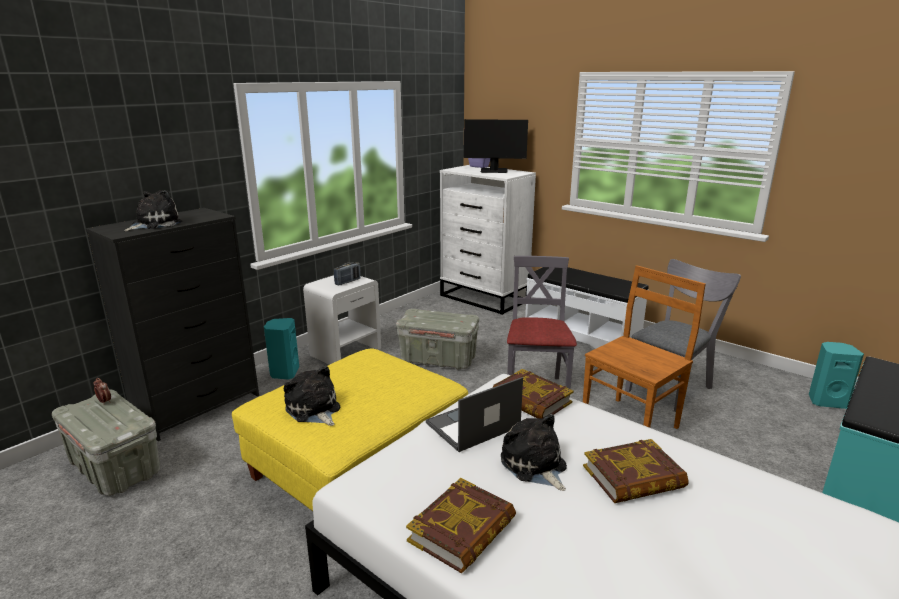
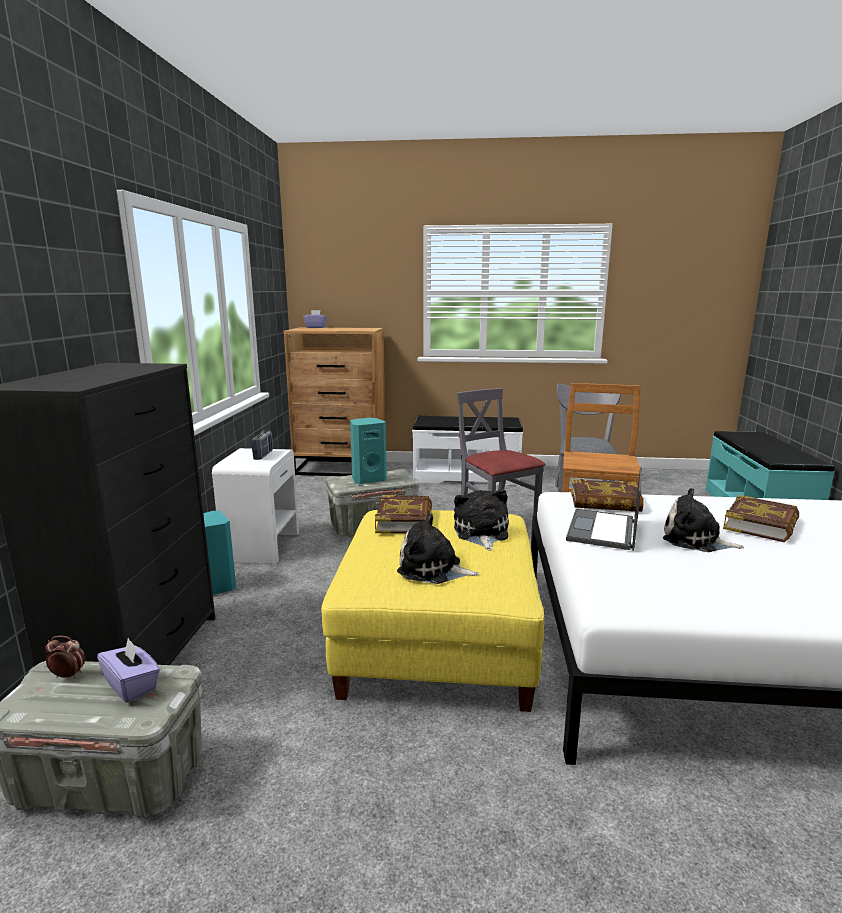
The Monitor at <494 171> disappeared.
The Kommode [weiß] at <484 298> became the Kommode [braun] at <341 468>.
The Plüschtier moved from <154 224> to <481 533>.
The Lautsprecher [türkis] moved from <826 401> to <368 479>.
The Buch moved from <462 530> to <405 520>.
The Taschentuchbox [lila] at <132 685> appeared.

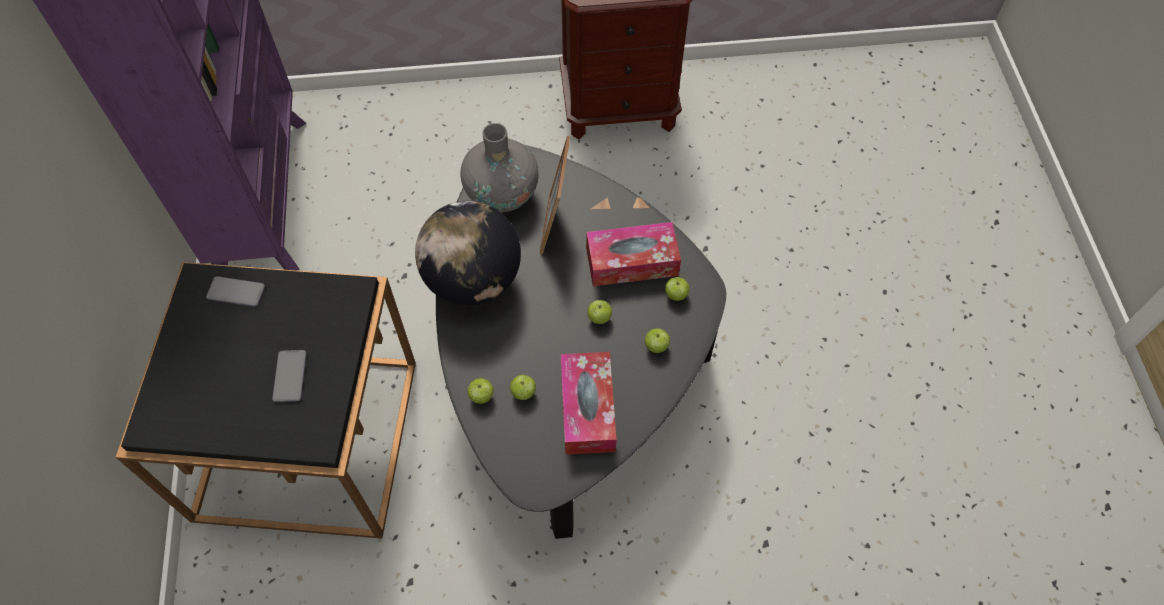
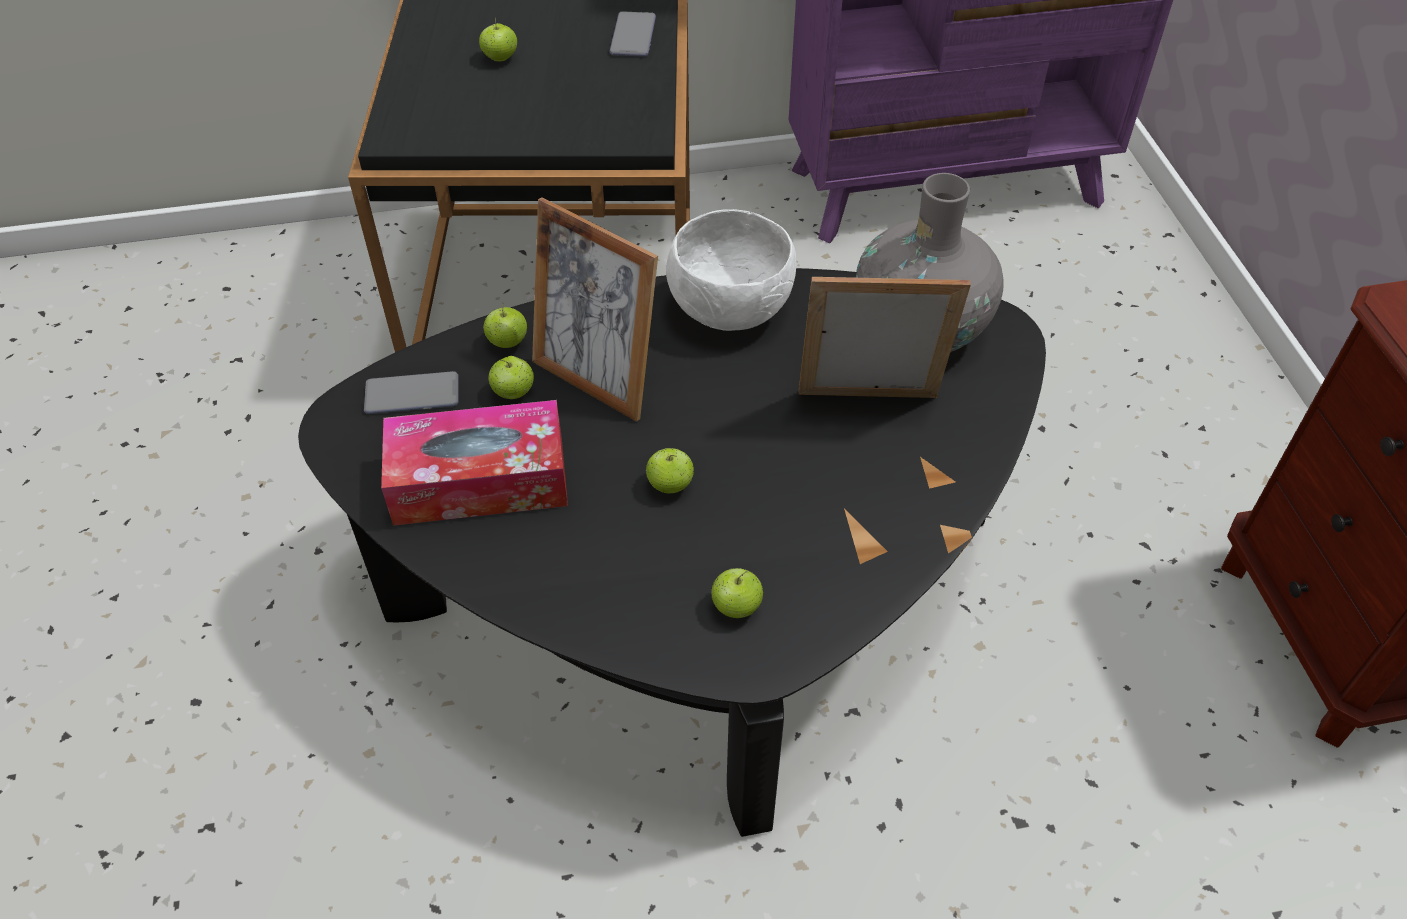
The Globus at <473 280> was replaced by the Schüssel [weiß] at <729 311>.
The Taschentuchbox at <632 262> disappeared.
The Apfel moved from <656 346> to <500 59>.
The Handy moved from <290 376> to <412 394>.
The Bilderrahmen at <596 379> appeared.

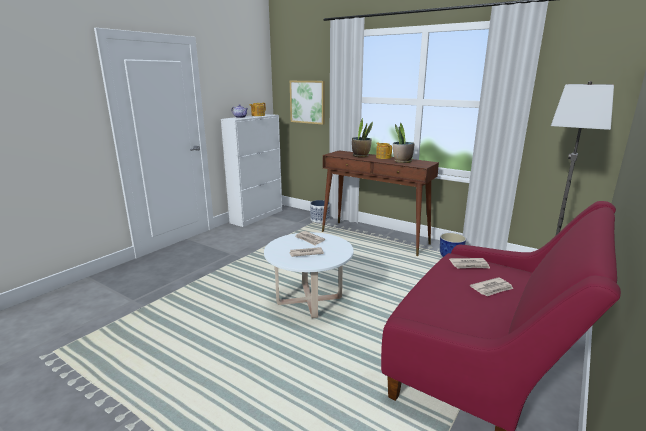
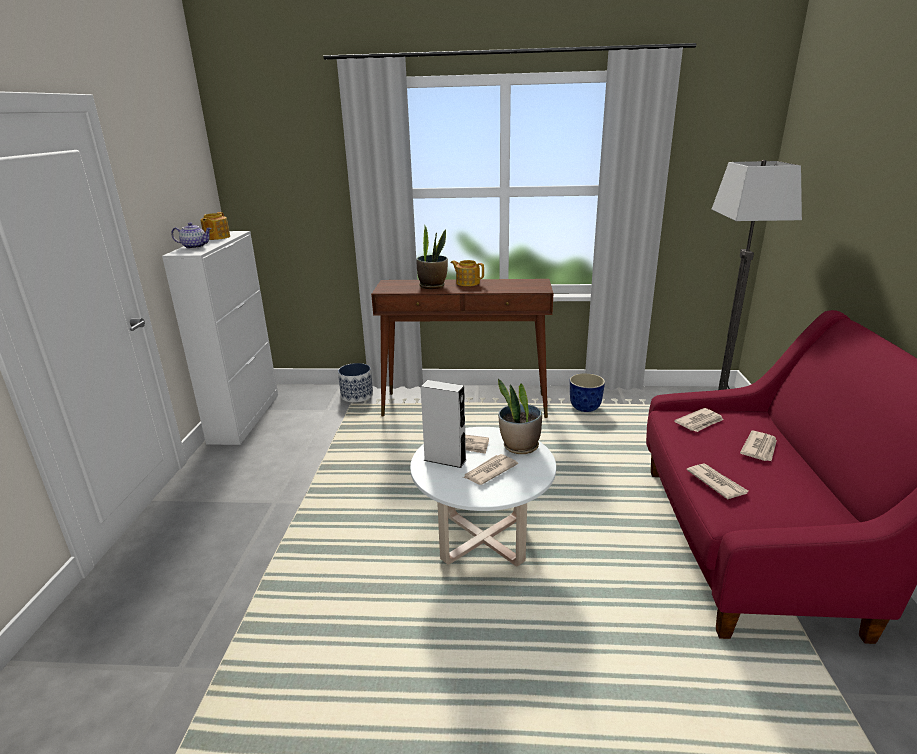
The Bild at <307 102> disappeared.
The Topfpflanze moved from <402 161> to <519 446>.
The Lautsprecher [grau] at <445 460> appeared.
The Zeitung at <716 482> appeared.

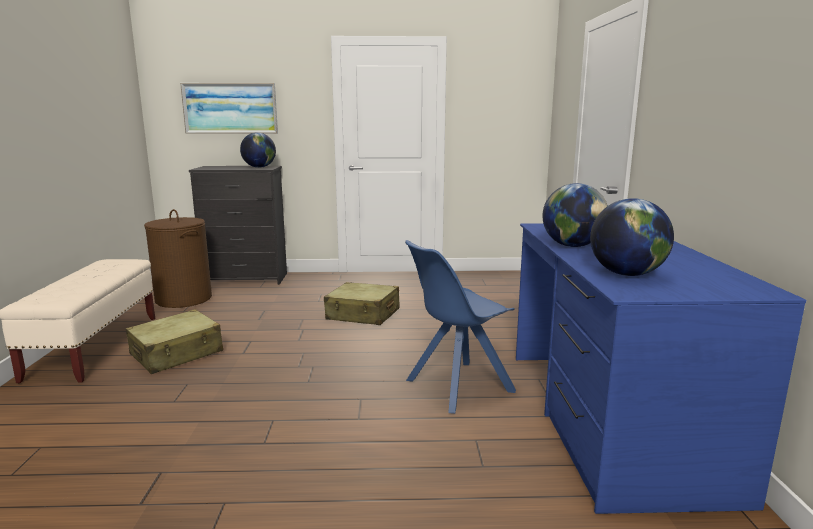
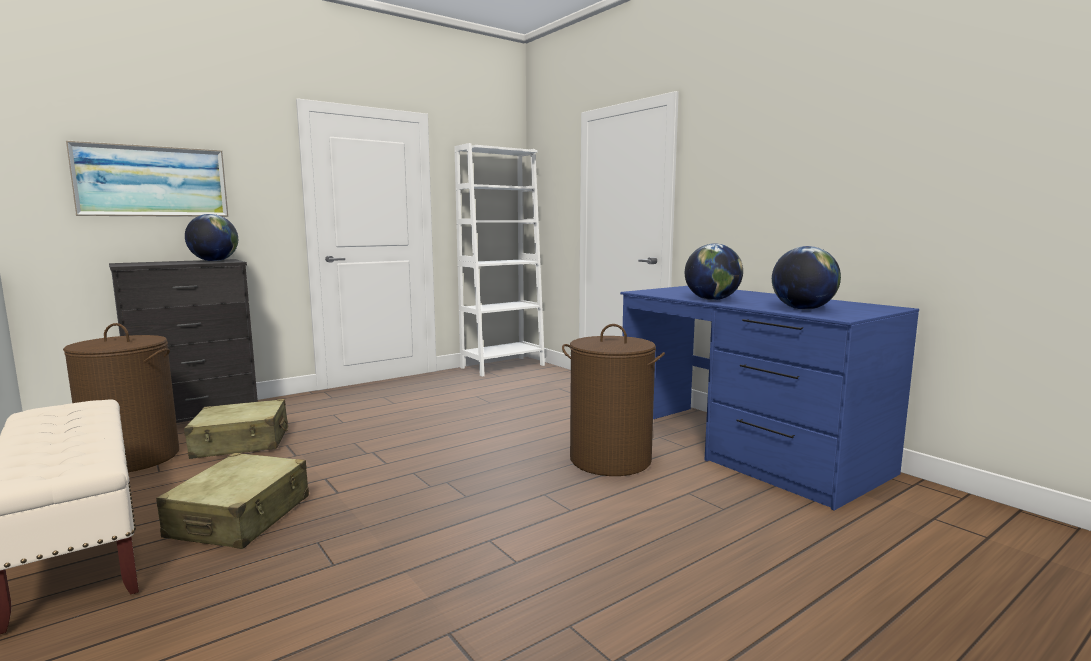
The Stuhl [blau] at <456 386> was replaced by the Wäschekorb [braun] at <610 460>.
The Koffer [beige] moved from <363 314> to <241 443>.
The Bücherregal [weiß] at <502 366> appeared.

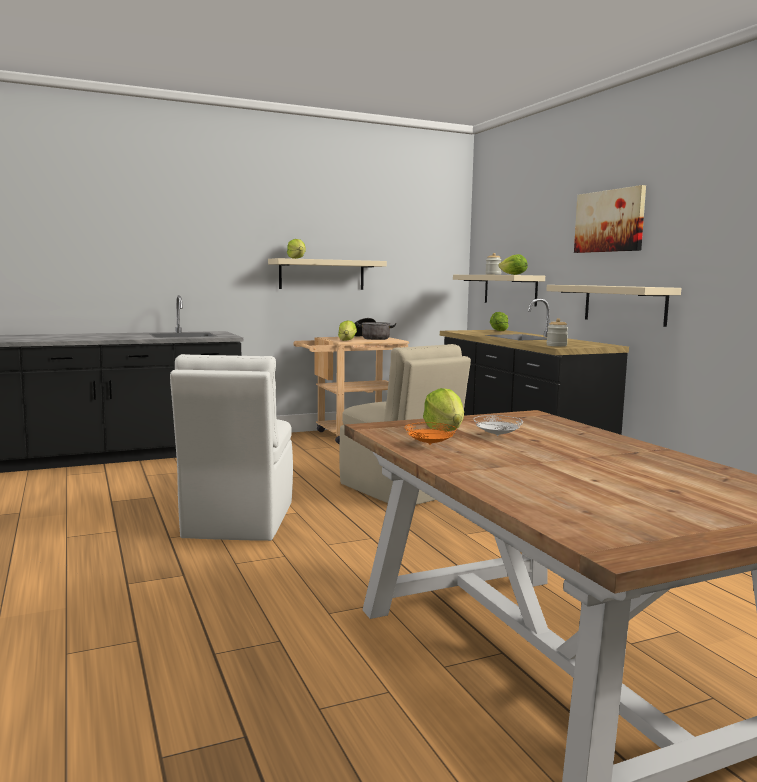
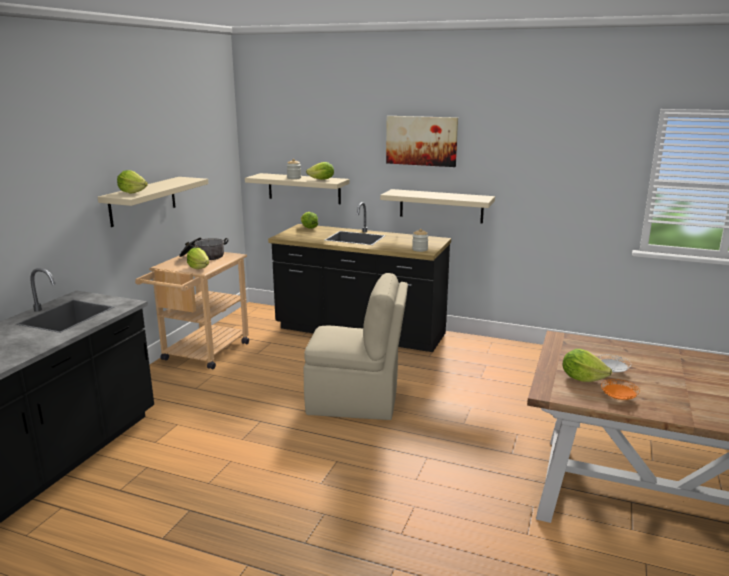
The Stuhl [weiß] at <238 521> disappeared.

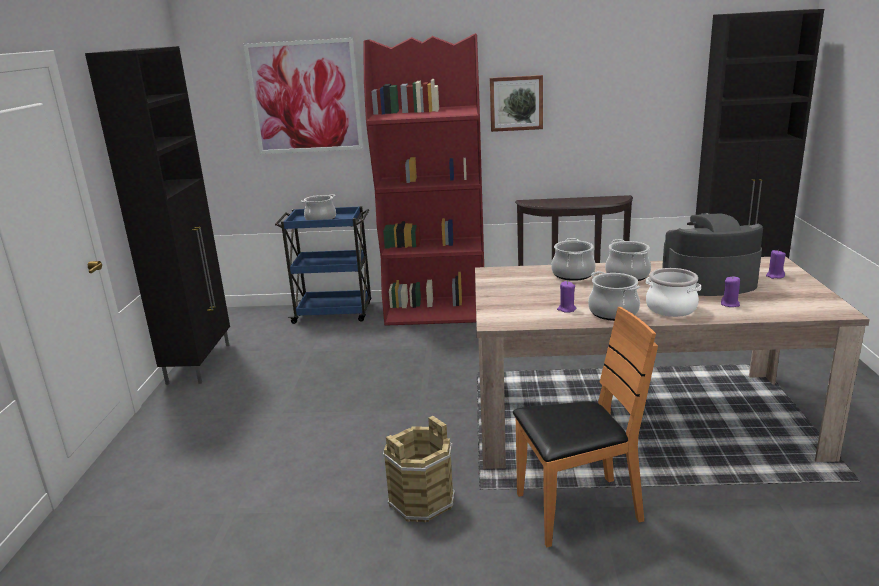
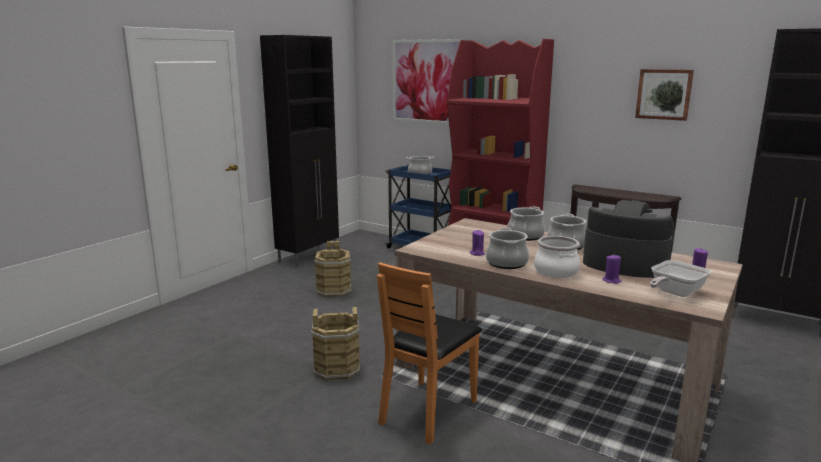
The Bild moved from <516 103> to <664 94>.
The Stuhl [orange] at <577 509> turned 105 degrees clockwise.
The Eimer [braun] at <334 290> appeared.
The Pfanne at <674 293> appeared.

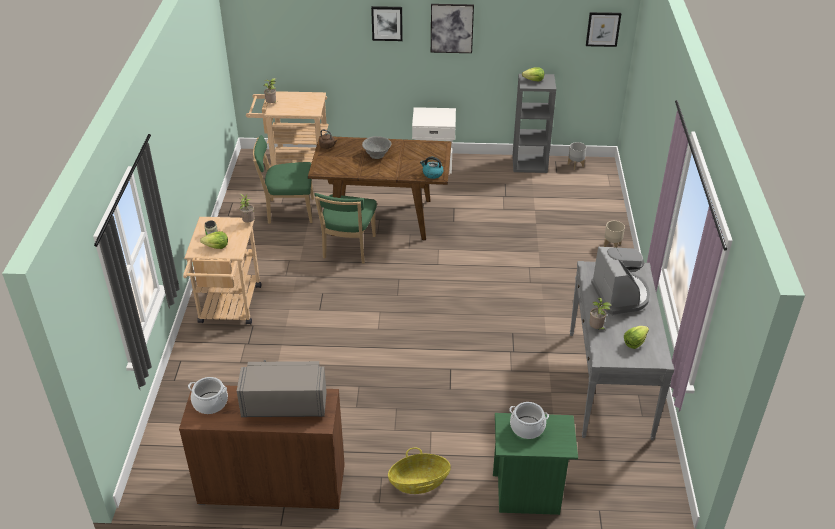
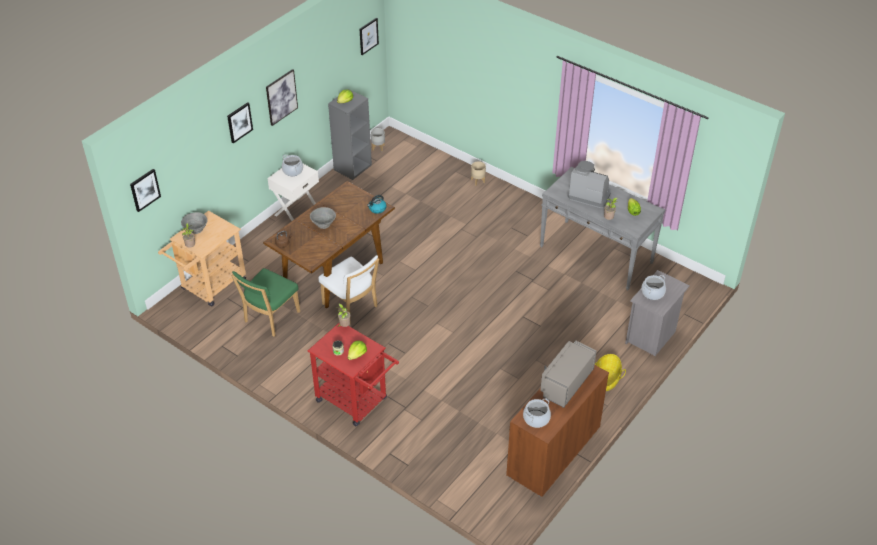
The Stuhl [grün] at <348 249> became the Stuhl [weiß] at <352 306>.
The Rollwagen [beige] at <229 309> became the Rollwagen [rot] at <356 402>.
The Nachttisch [grün] at <527 494> became the Nachttisch [grau] at <651 337>.
The Kochtopf at <293 171> appeared.
The Bild at <145 189> appeared.
The Schüssel [grau] at <196 229> appeared.

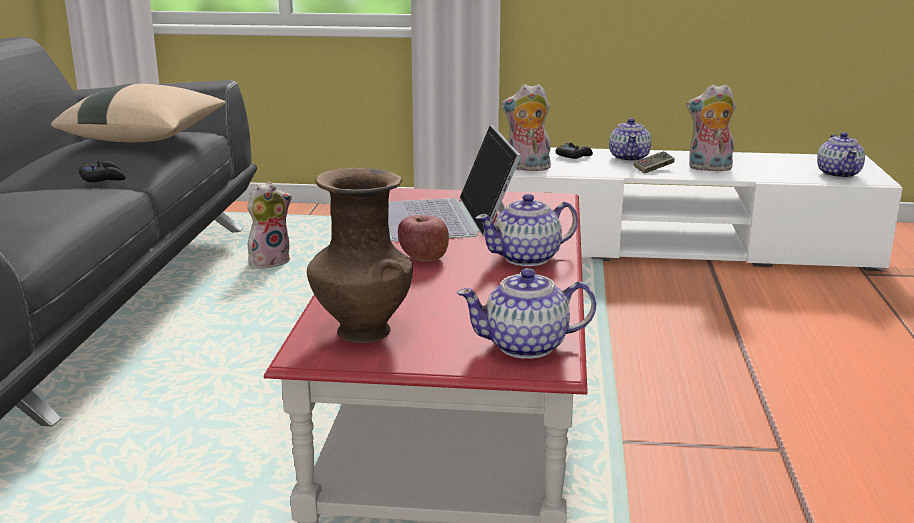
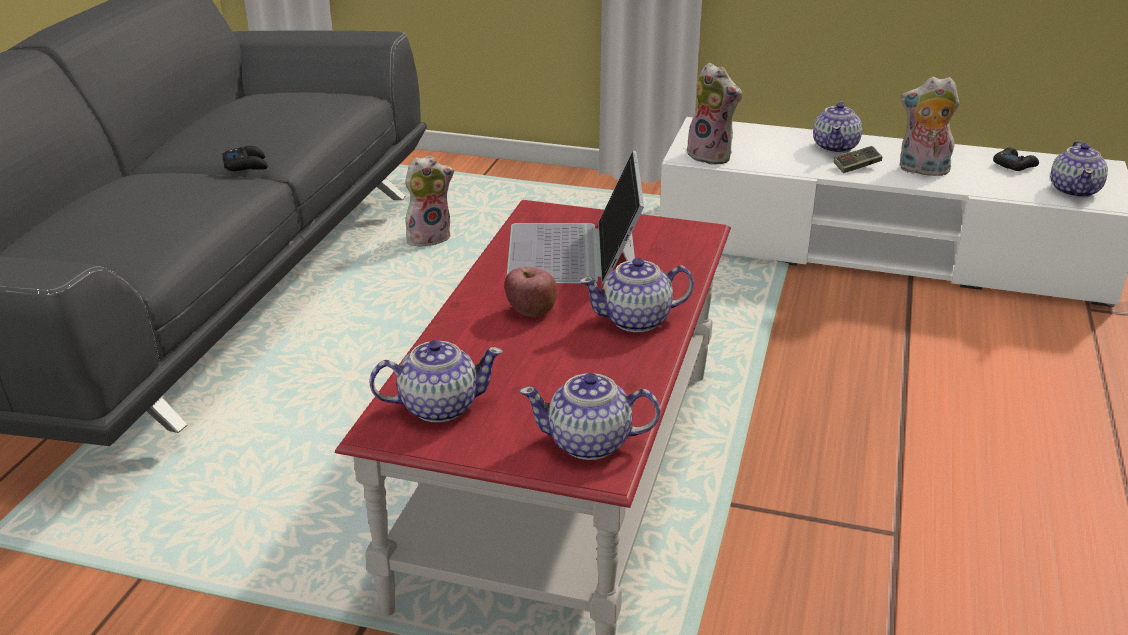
The Kissen [beige] at <146 139> disappeared.
The Plüschtier at <527 168> turned 150 degrees counterclockwise.
The Gamepad [schwarz] moved from <573 156> to <1014 165>.
The Vase [braun] at <361 331> was replaced by the Teekanne at <438 406>.

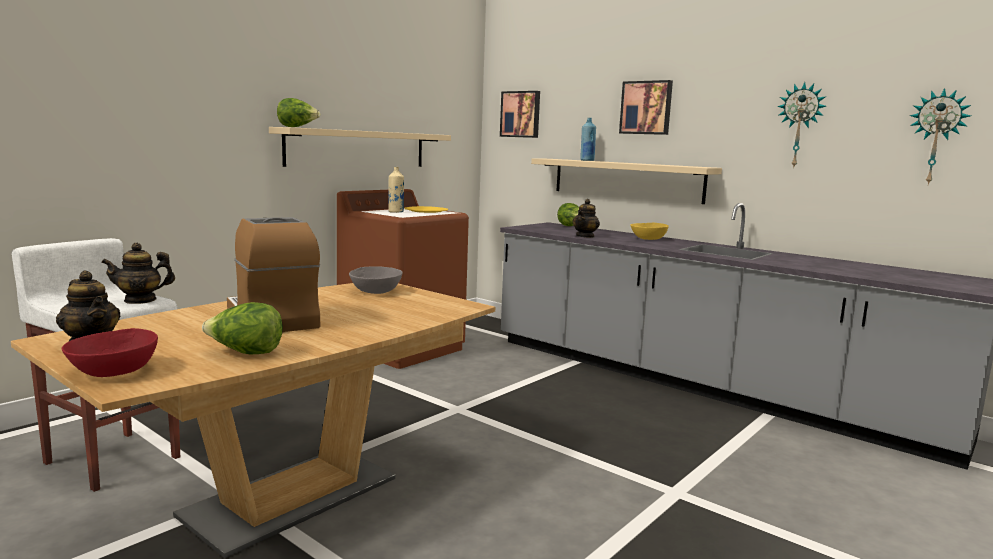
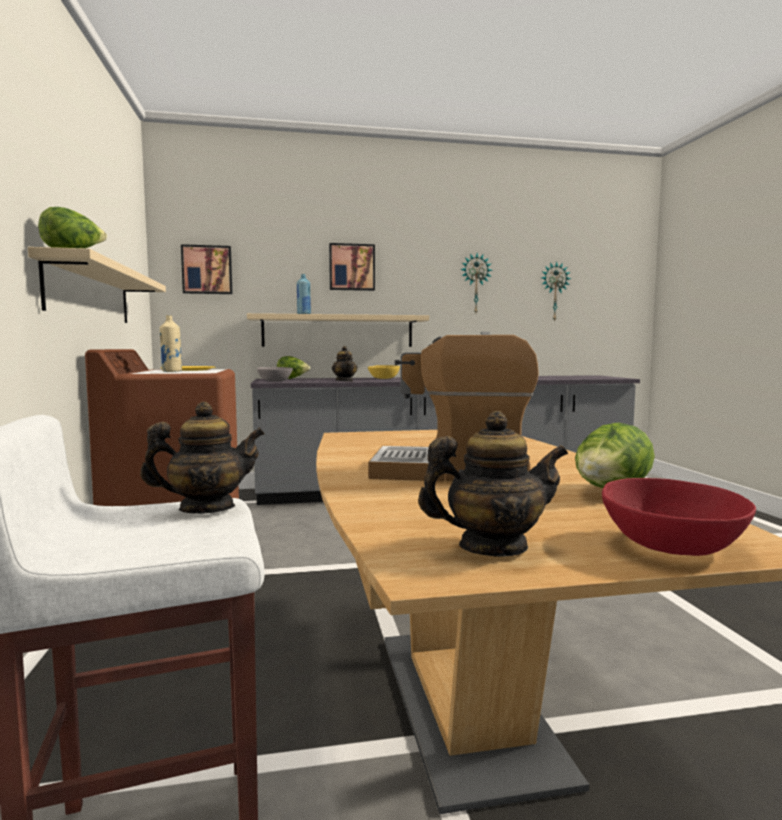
The Teekanne at <140 300> turned 120 degrees counterclockwise.
The Schüssel [grau] moved from <376 291> to <275 381>.

